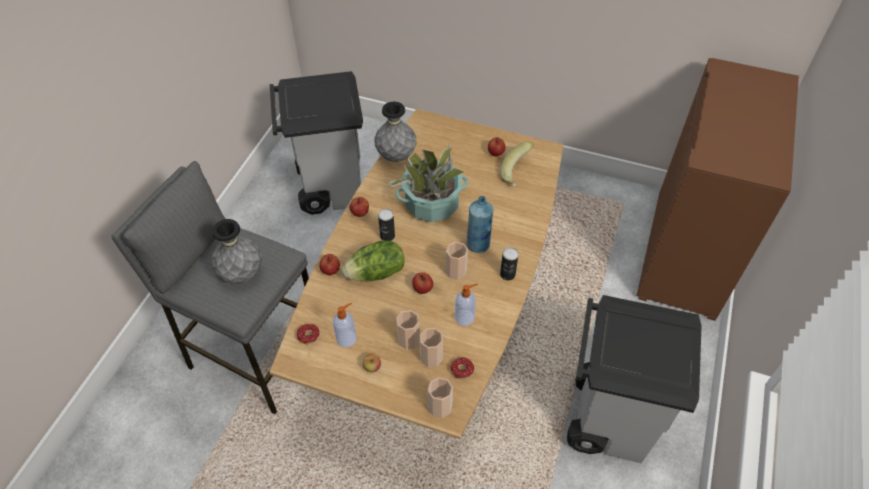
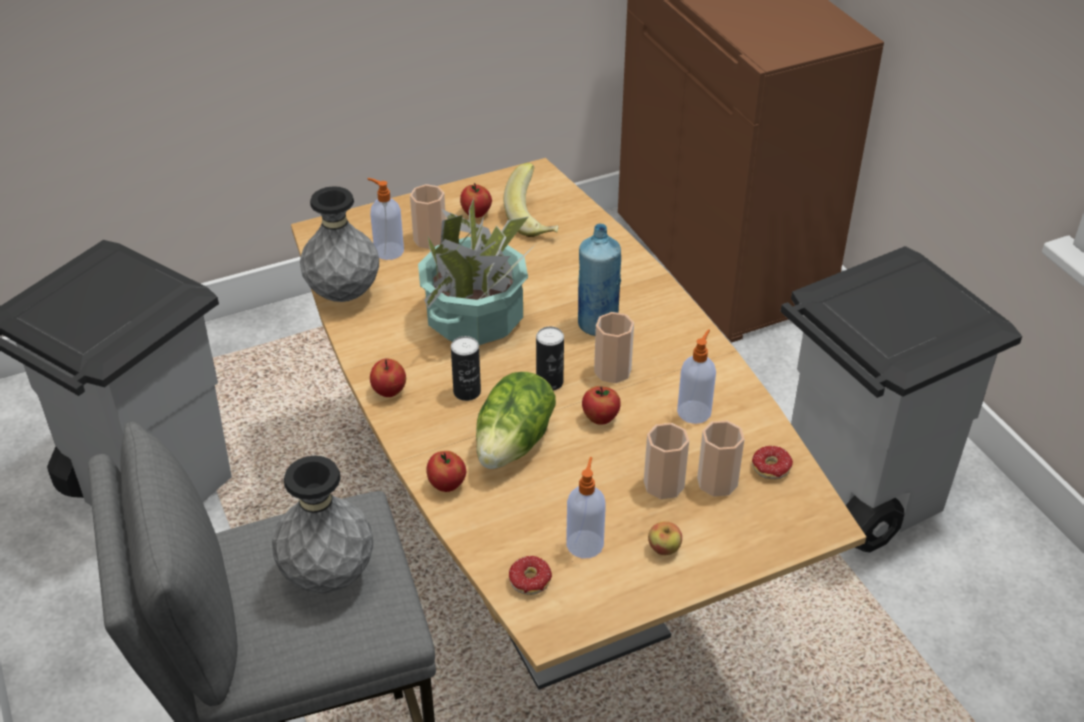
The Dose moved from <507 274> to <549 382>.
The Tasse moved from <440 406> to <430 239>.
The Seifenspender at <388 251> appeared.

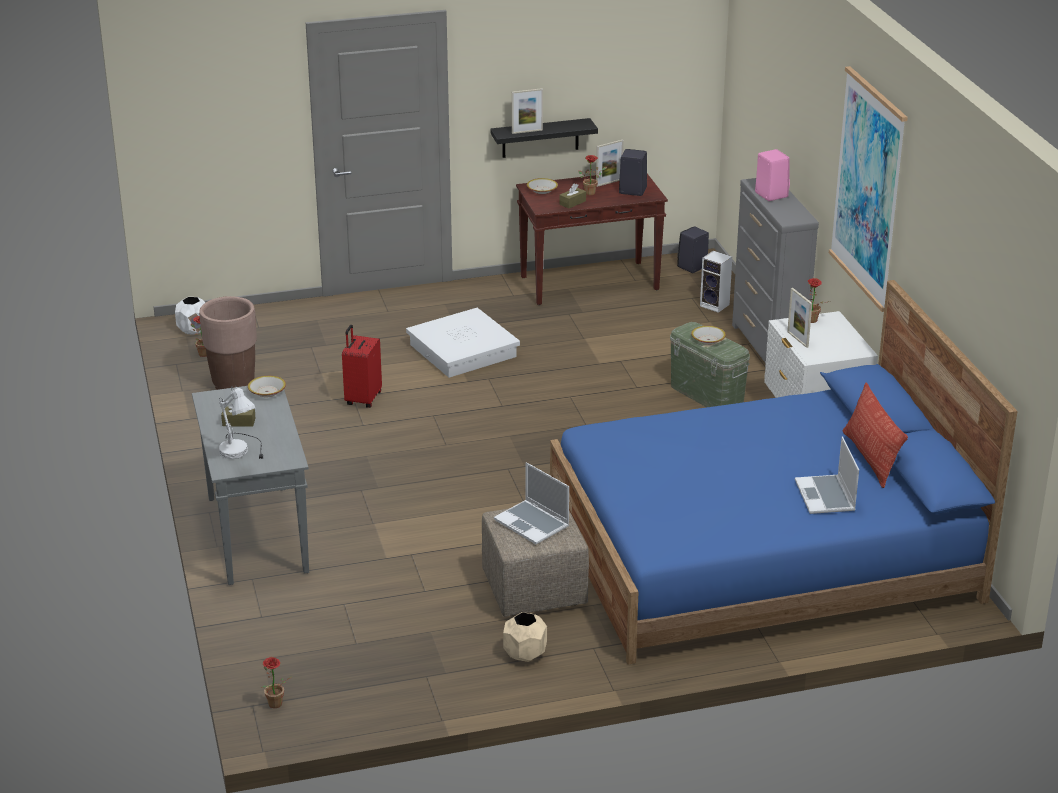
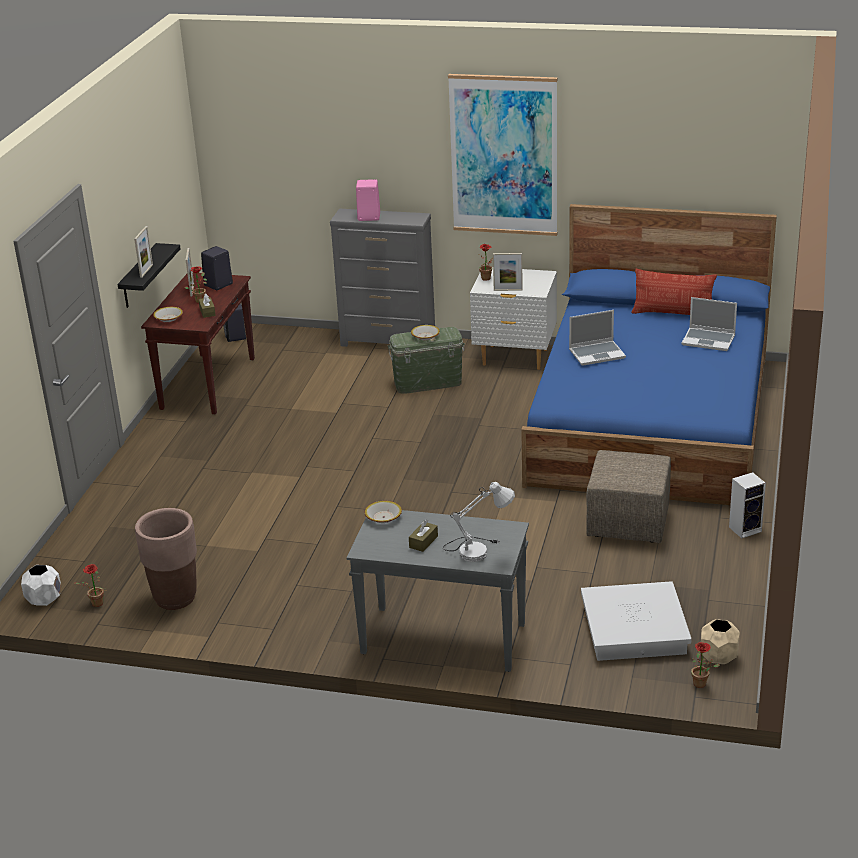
The Lautsprecher moved from <716 305> to <745 529>.
The Aufbewahrungsbox [weiß] moved from <463 351> to <634 629>.
The Koffer [rot] at <362 399> disappeared.
The Laptop moved from <533 524> to <597 354>.
The Pflanzkübel [beige] moved from <524 654> to <718 657>.

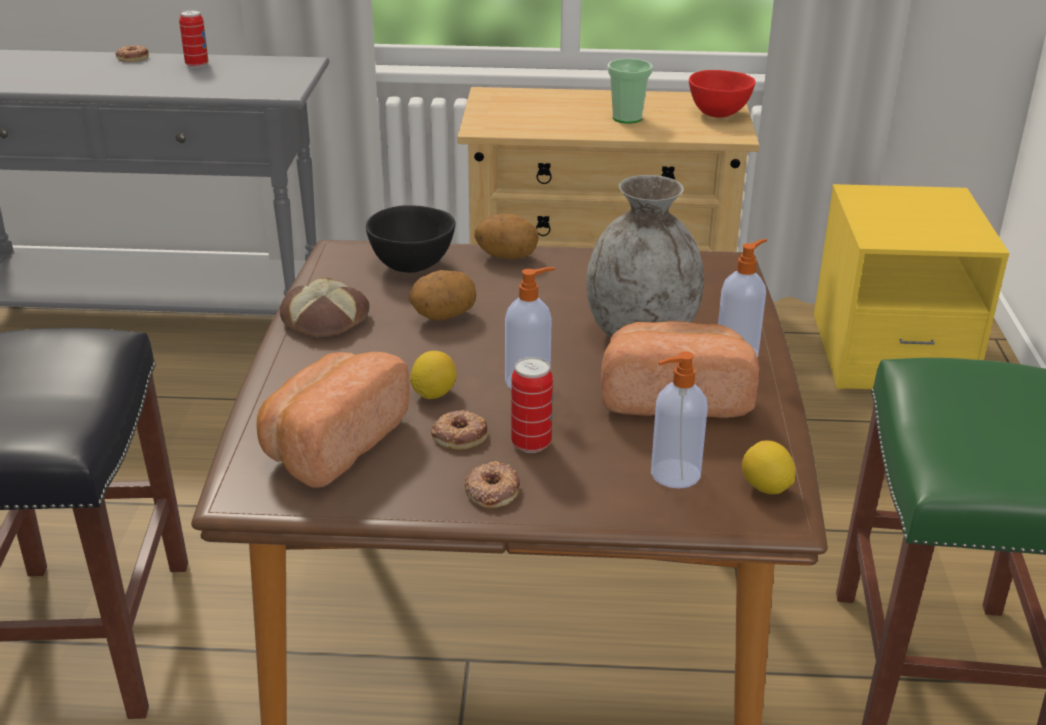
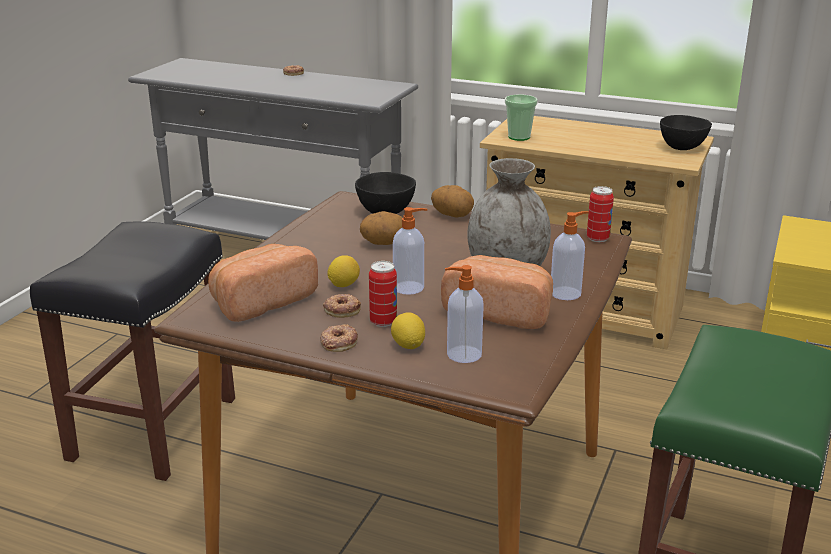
The Dose moved from <197 65> to <598 238>.
The Tasse moved from <627 118> to <519 137>.
The Schüssel [rot] at <719 114> became the Schüssel [schwarz] at <683 148>.
The Brot at <326 320> disappeared.
The Zitrone moved from <765 488> to <408 346>.

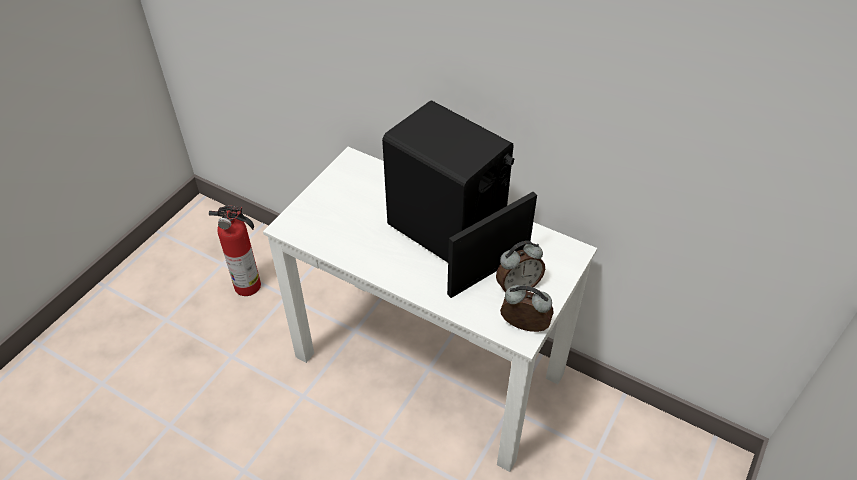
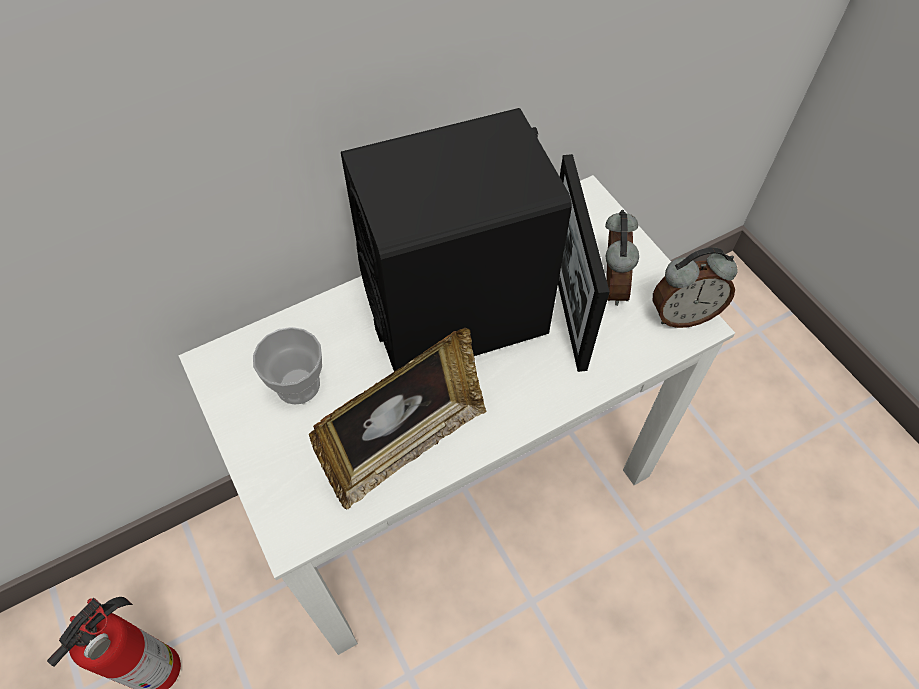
The Wecker at <523 328> turned 150 degrees counterclockwise.
The Tasse at <298 385> appeared.
The Bilderrahmen at <406 446> appeared.

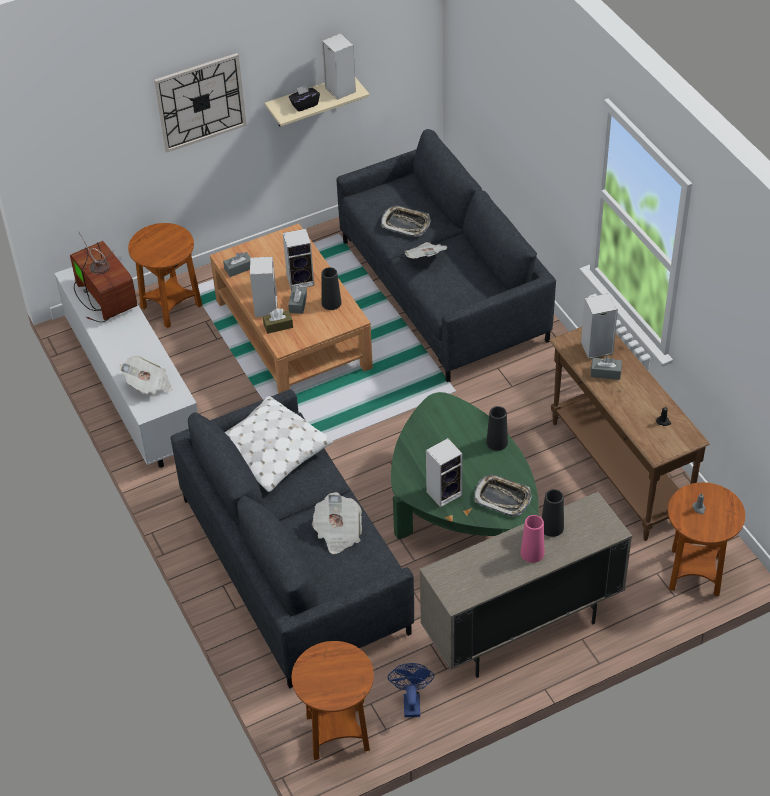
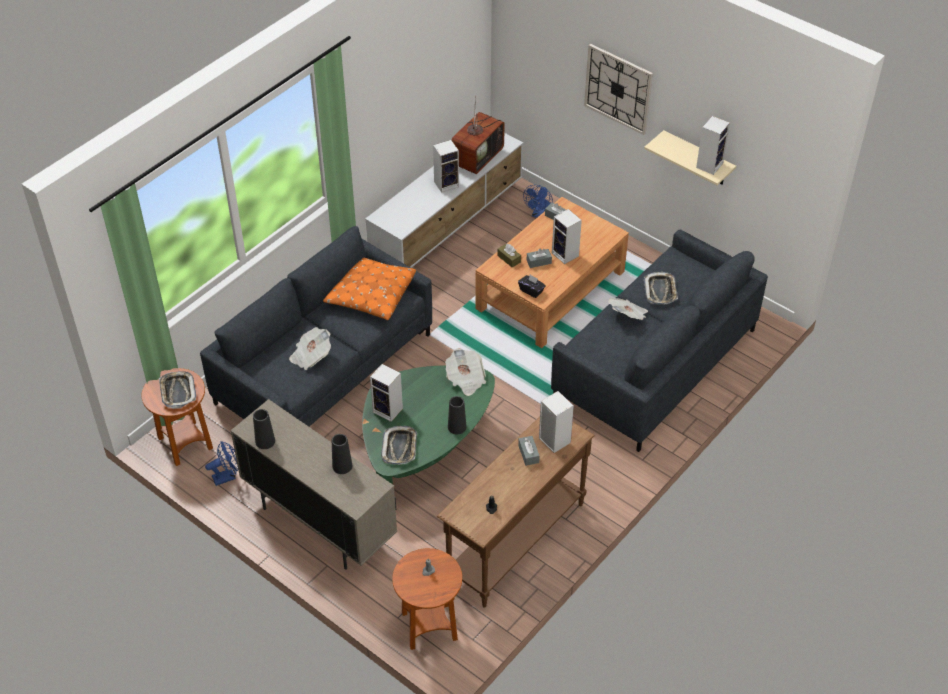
The Taschentuchbox [schwarz] moved from <304 105> to <531 291>.
The Beistelltisch [braun] at <171 306> was replaced by the Ventilator [blau] at <538 214>.
The Lautsprecher moved from <265 307> to <447 183>.
The Vase [schwarz] moved from <331 303> to <265 441>.
The Zeitung moved from <148 385> to <465 379>.
The Kissen [weiß] at <270 453> became the Kissen [orange] at <370 294>.
The Vase [rosa] at <532 553> disappeared.
The Tablett at <177 391> appeared.

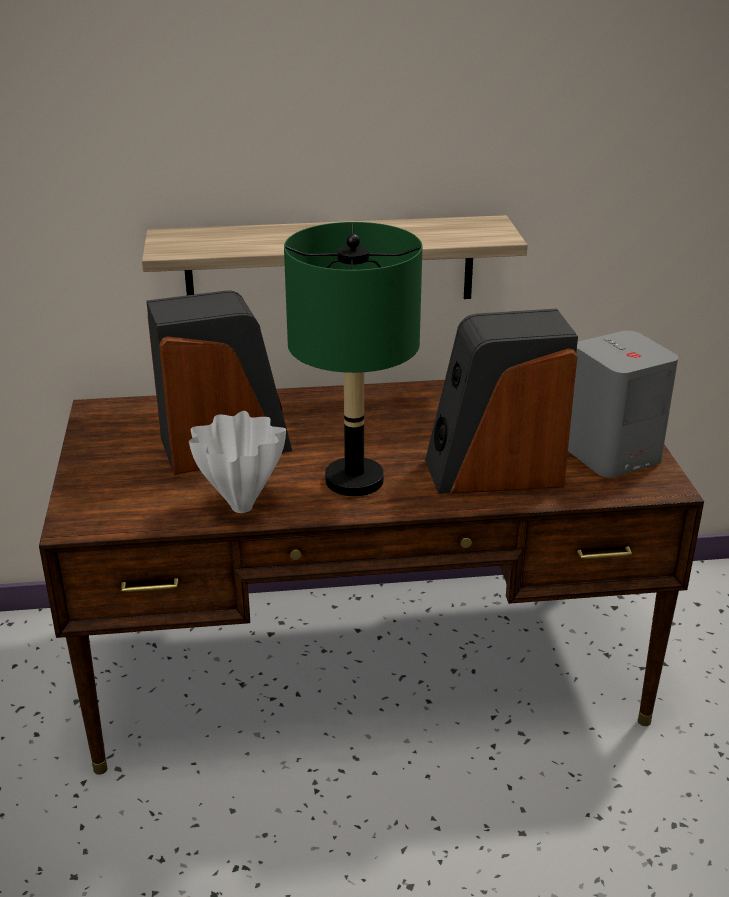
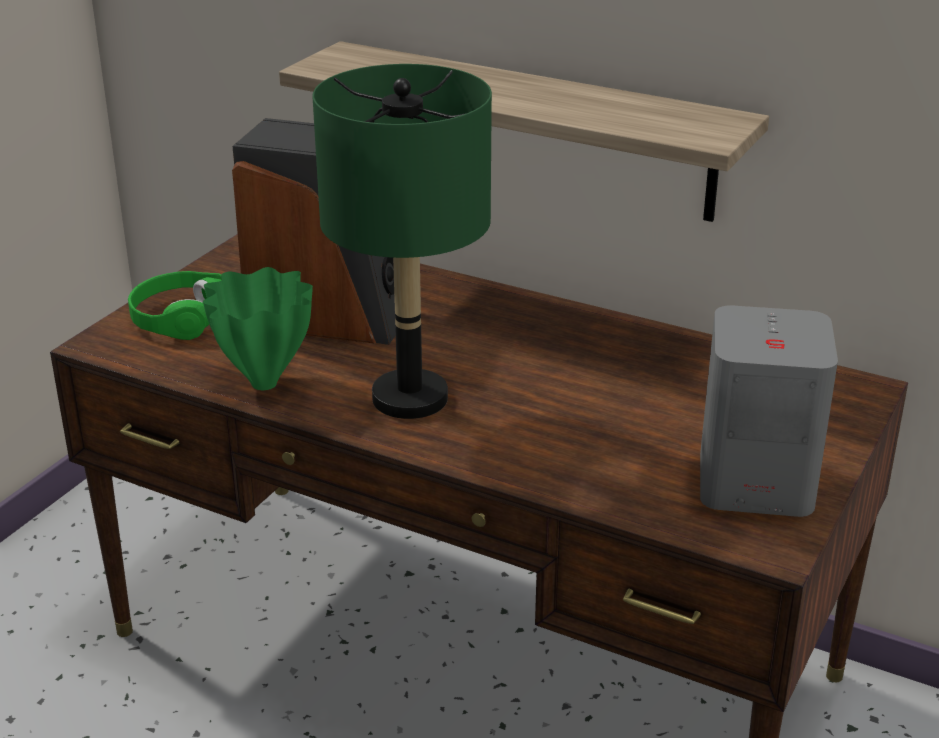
The Lautsprecher at <494 471> disappeared.
The Vase [weiß] at <242 506> became the Vase [grün] at <266 382>.
The Kopfhörer [grün] at <179 317> appeared.

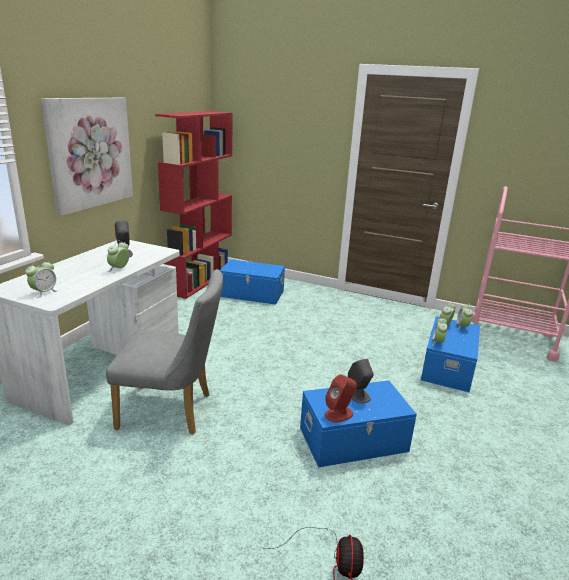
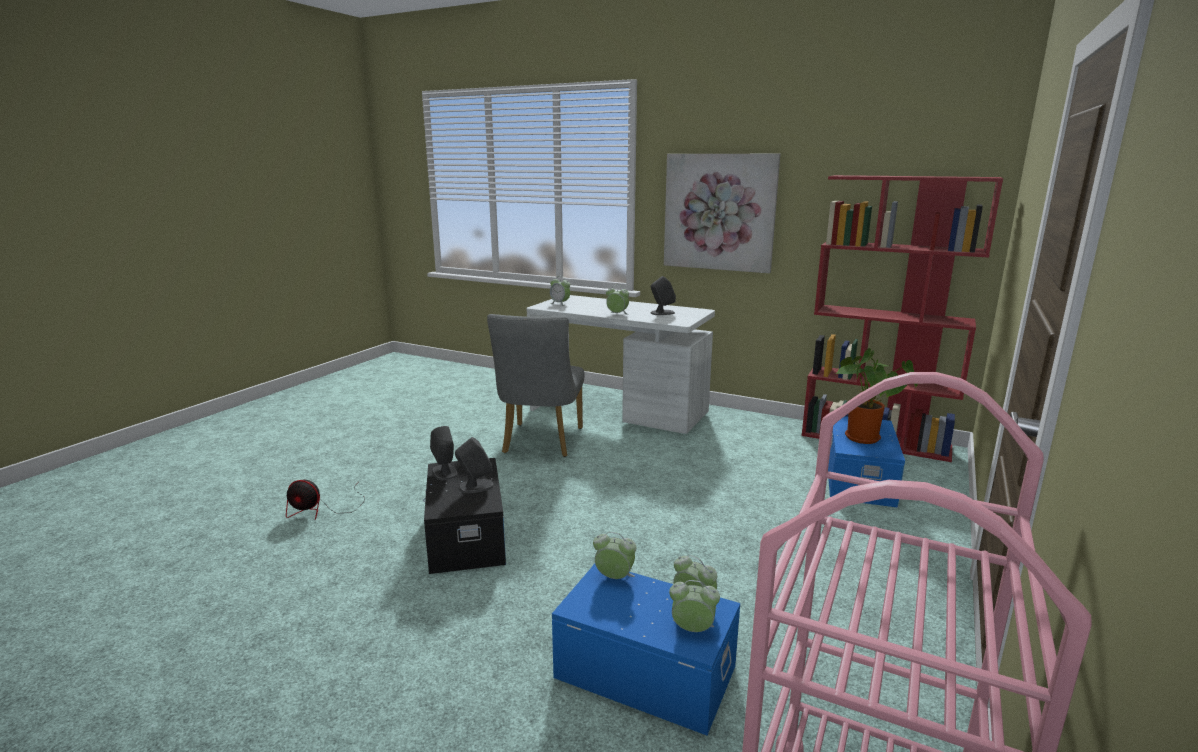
The Lautsprecher [rot] at <339 414> became the Lautsprecher [grau] at <445 473>.
The Aufbewahrungsbox [blau] at <354 440> became the Aufbewahrungsbox [schwarz] at <464 536>.
The Topfpflanze at <866 439> appeared.

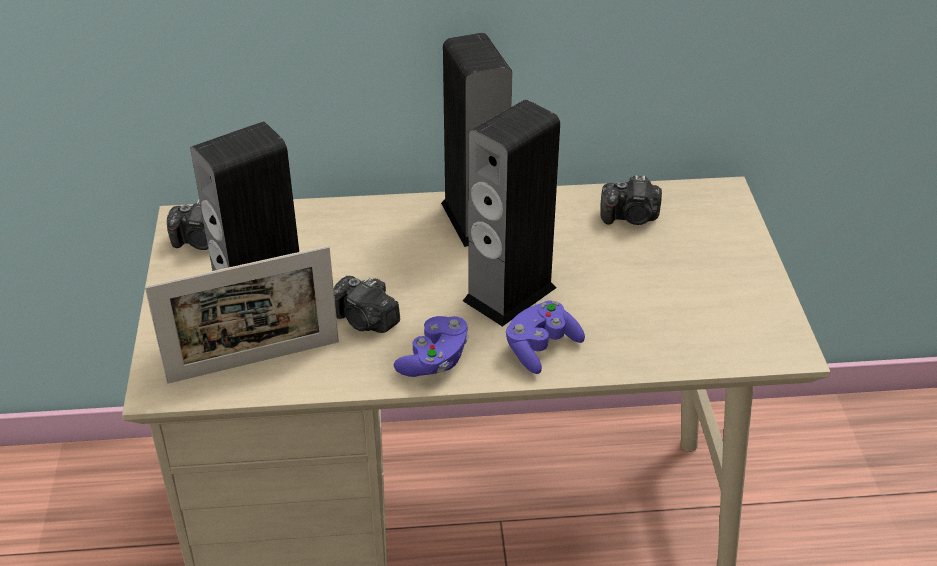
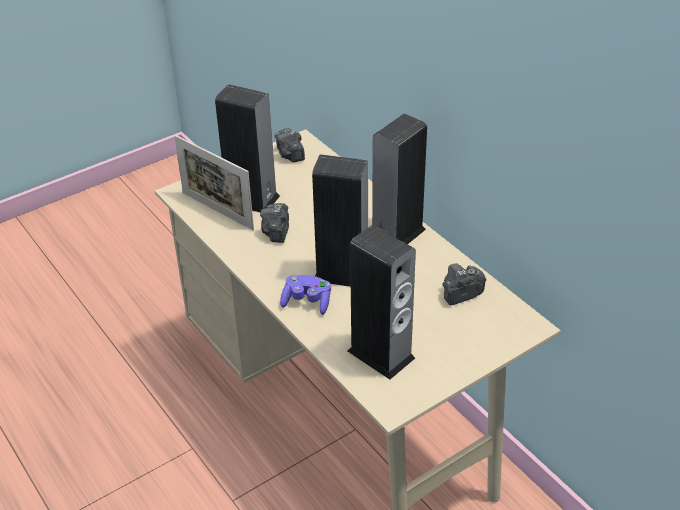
The Kamera at <631 217> turned 90 degrees clockwise.
The Gamepad [lila] at <434 360> disappeared.
The Lautsprecher at <381 354> appeared.

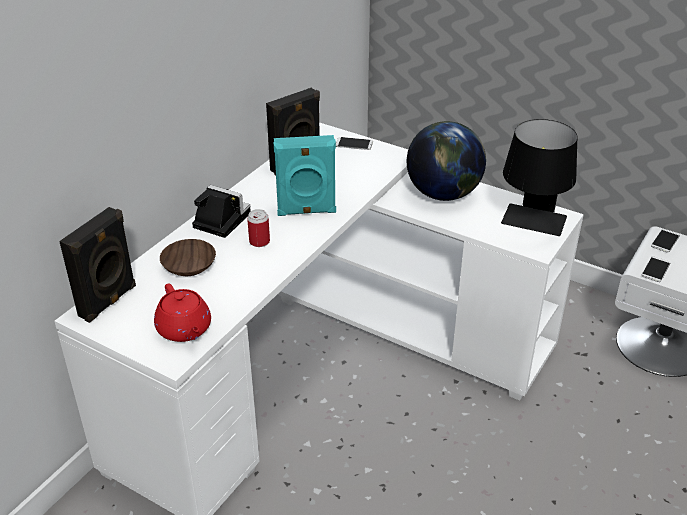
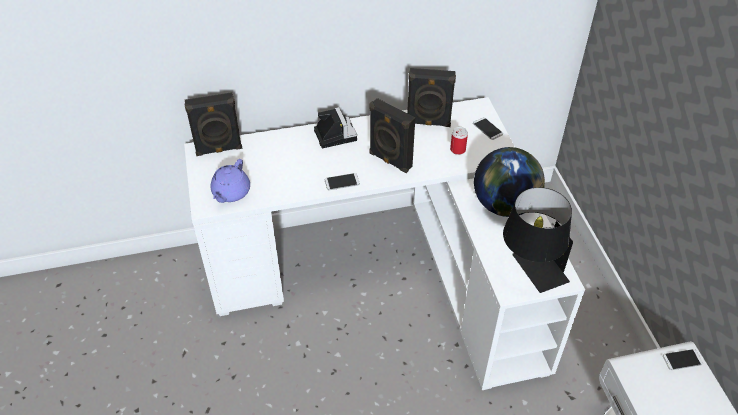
The Lautsprecher [türkis] at <306 211> became the Lautsprecher [schwarz] at <389 161>.
The Dose moved from <259 242> to <457 150>.
The Schüssel [braun] at <189 267> disappeared.
The Handy moved from <655 269> to <342 182>.
The Teekanne [rot] at <184 330> became the Teekanne [lila] at <231 193>.

